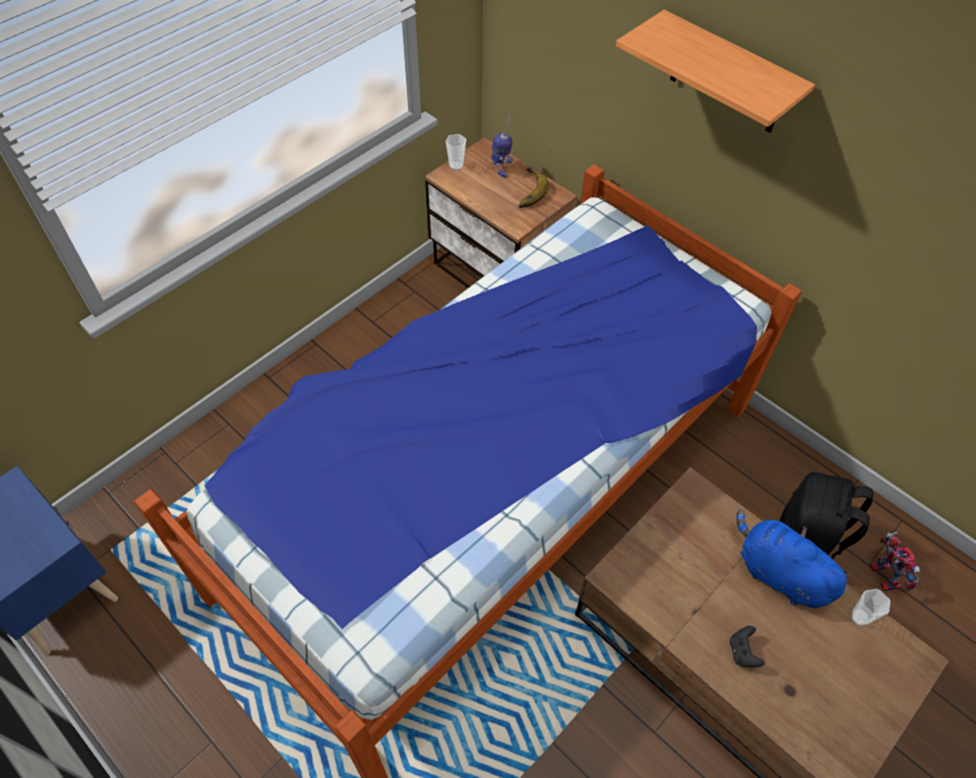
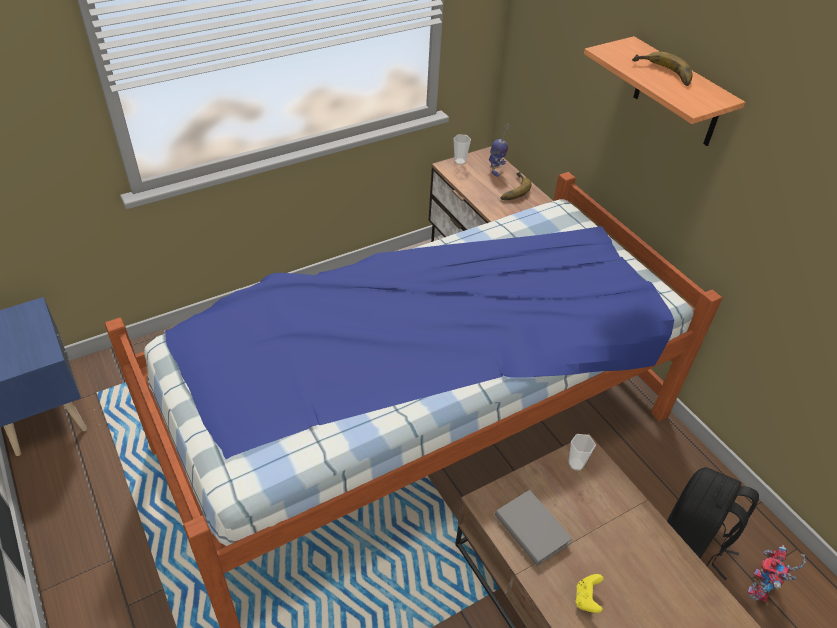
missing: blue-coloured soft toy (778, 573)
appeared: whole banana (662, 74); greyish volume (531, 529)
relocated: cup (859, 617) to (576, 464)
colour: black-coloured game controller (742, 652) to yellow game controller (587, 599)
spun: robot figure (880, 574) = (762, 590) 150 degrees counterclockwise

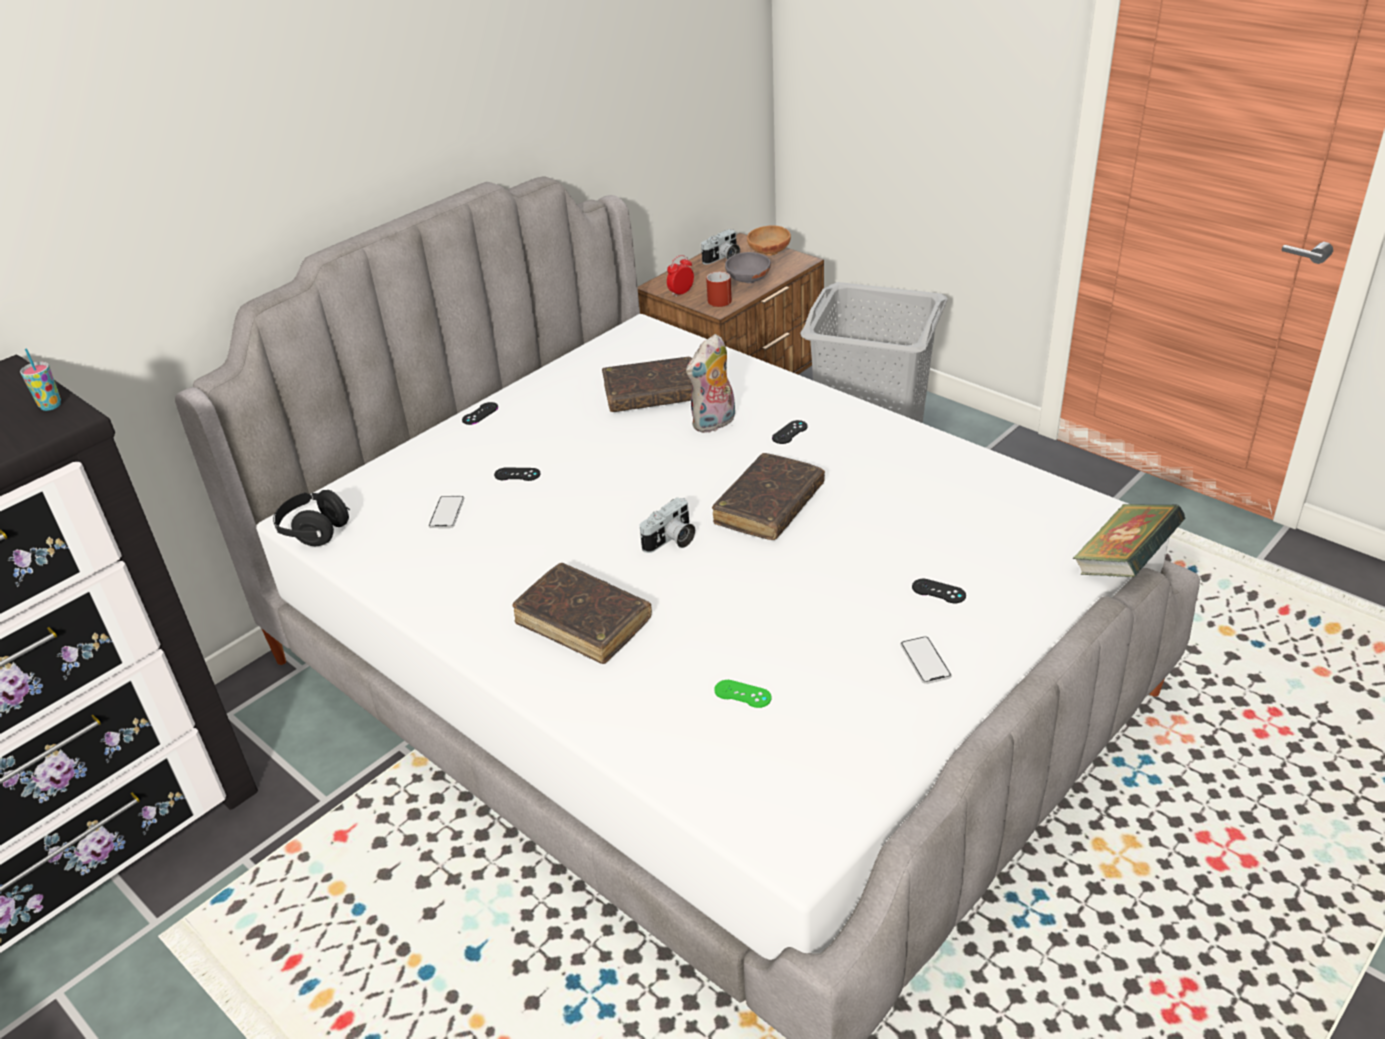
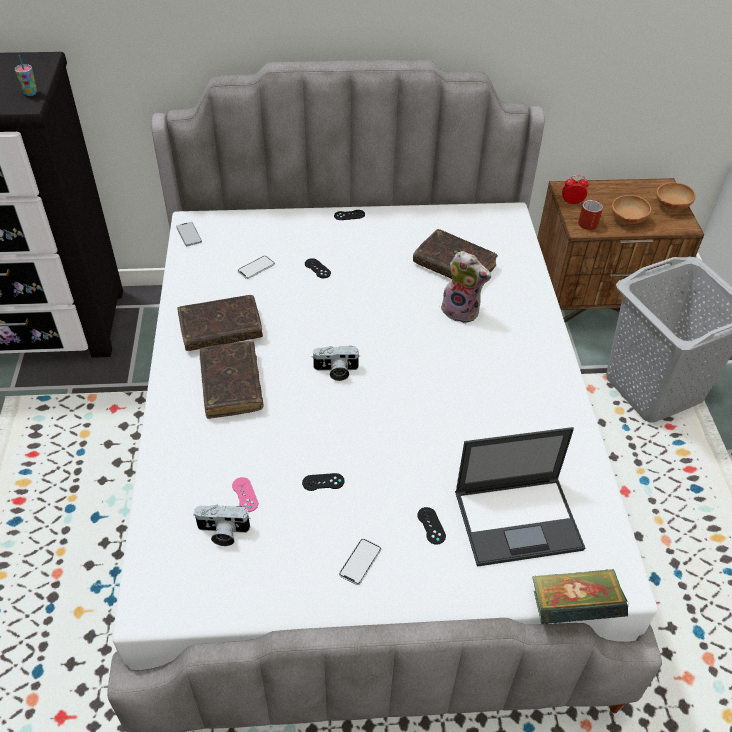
appeared: portable computer (519, 520)
relocated: photo camera (723, 259) to (222, 532); black-coloured game controller (789, 432) to (323, 482); brown-coloured volume (769, 506) to (221, 330)
exchanged: black-coloured headset (314, 531) to phone (189, 235)
colour: greyish bowl (747, 281) to brown-coloured bowl (627, 220); greenish game controller (742, 694) to pink game controller (245, 494)
spun: soft toy (714, 424) = (462, 311) 150 degrees counterclockwise

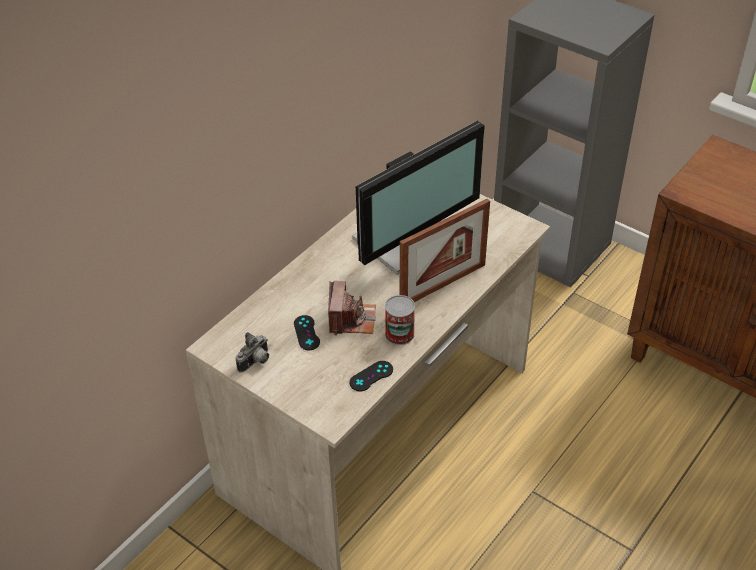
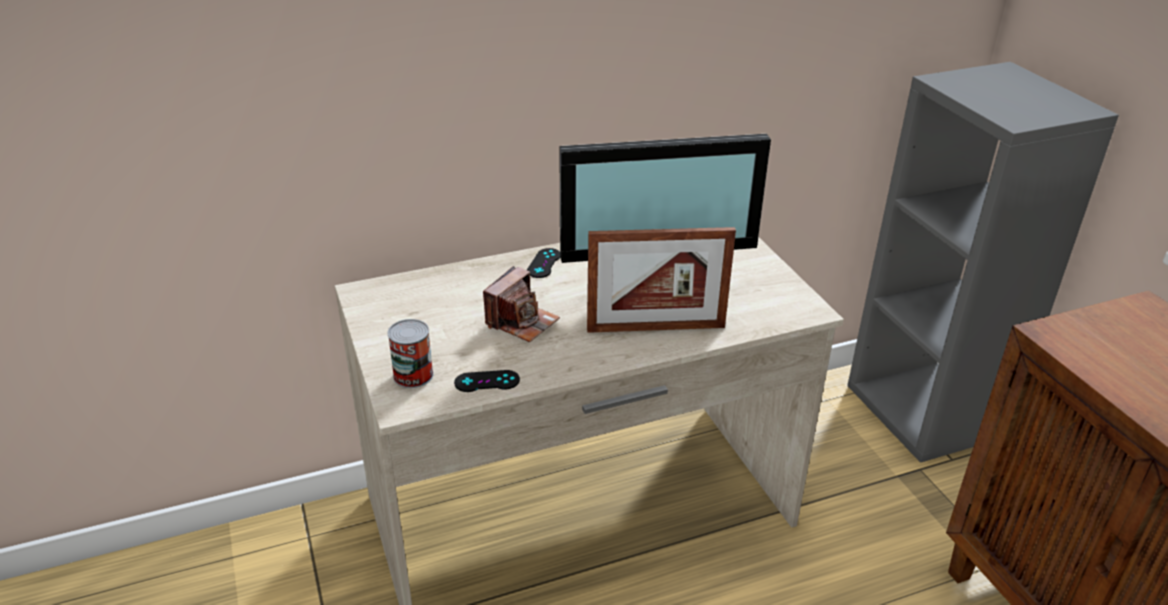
missing: photo camera (256, 362)
relocated: sealed can (399, 334) to (413, 375); black-coloured game controller (306, 333) to (544, 263)

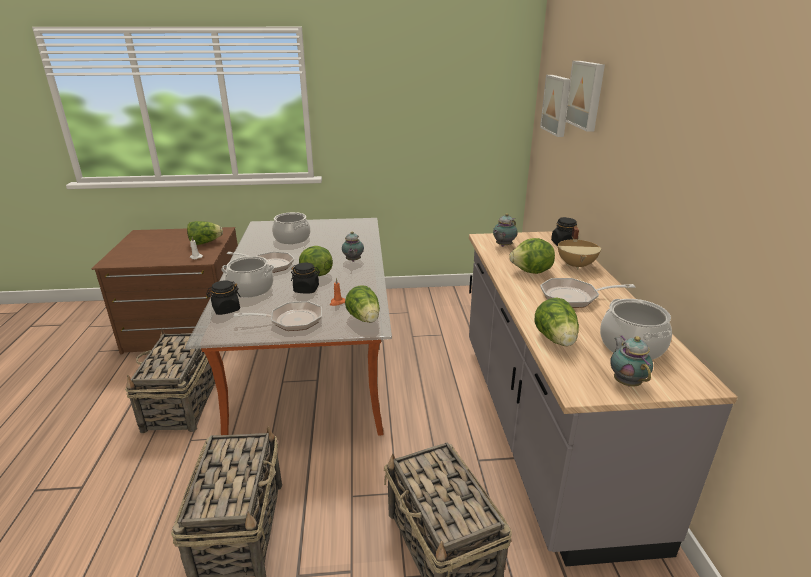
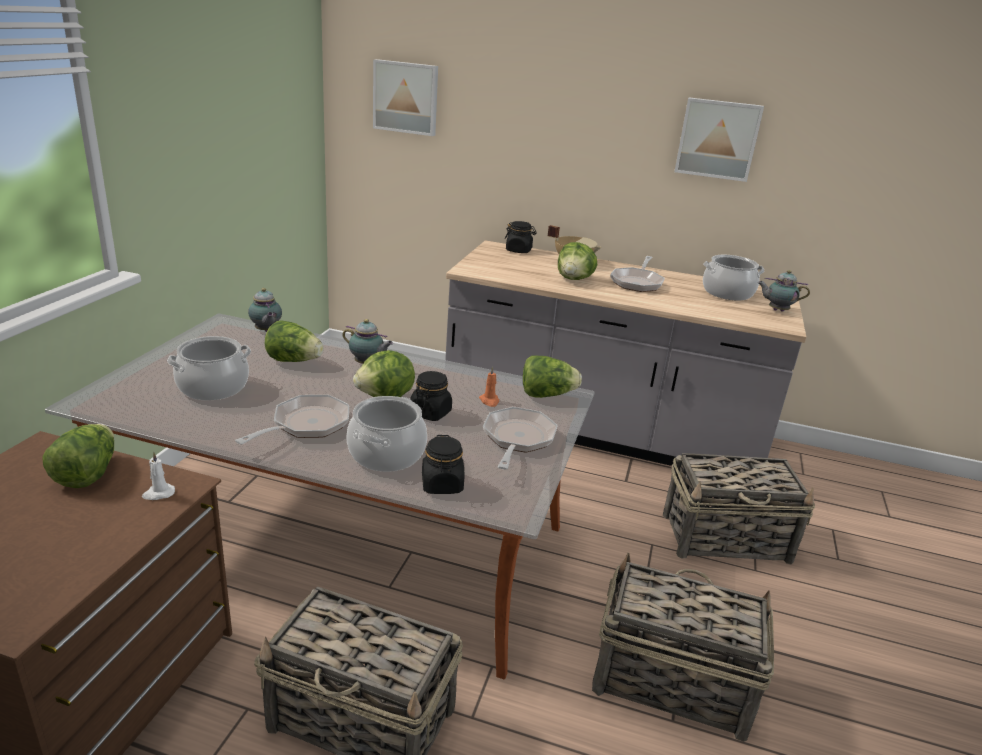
relocated: wall art (586, 95) to (718, 139); teapot (503, 246) to (266, 331); lettuce head (556, 340) to (294, 361)

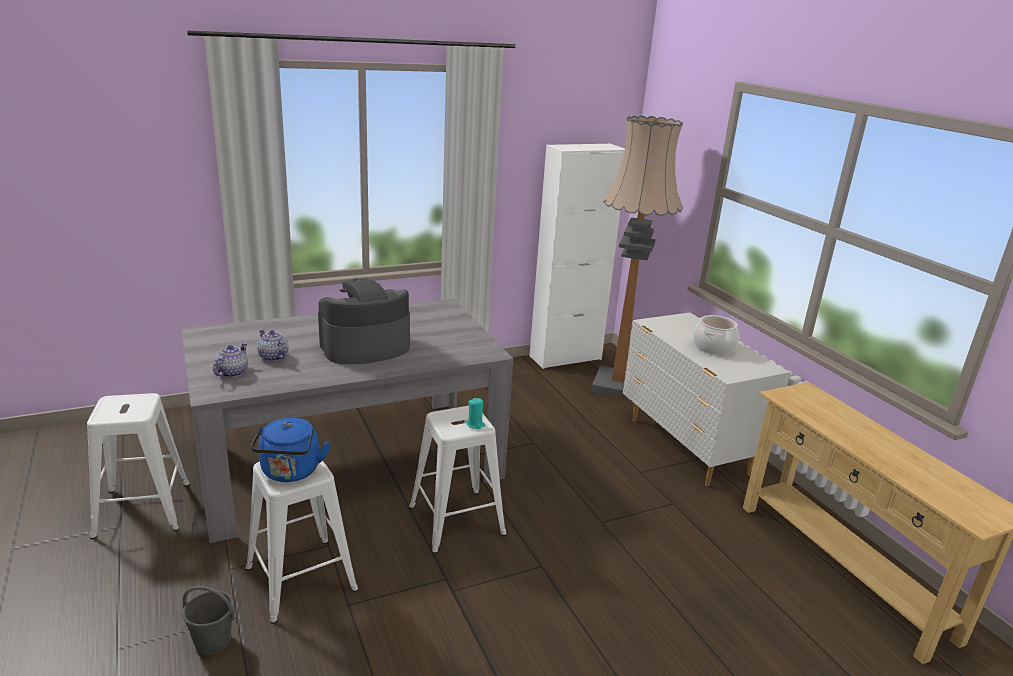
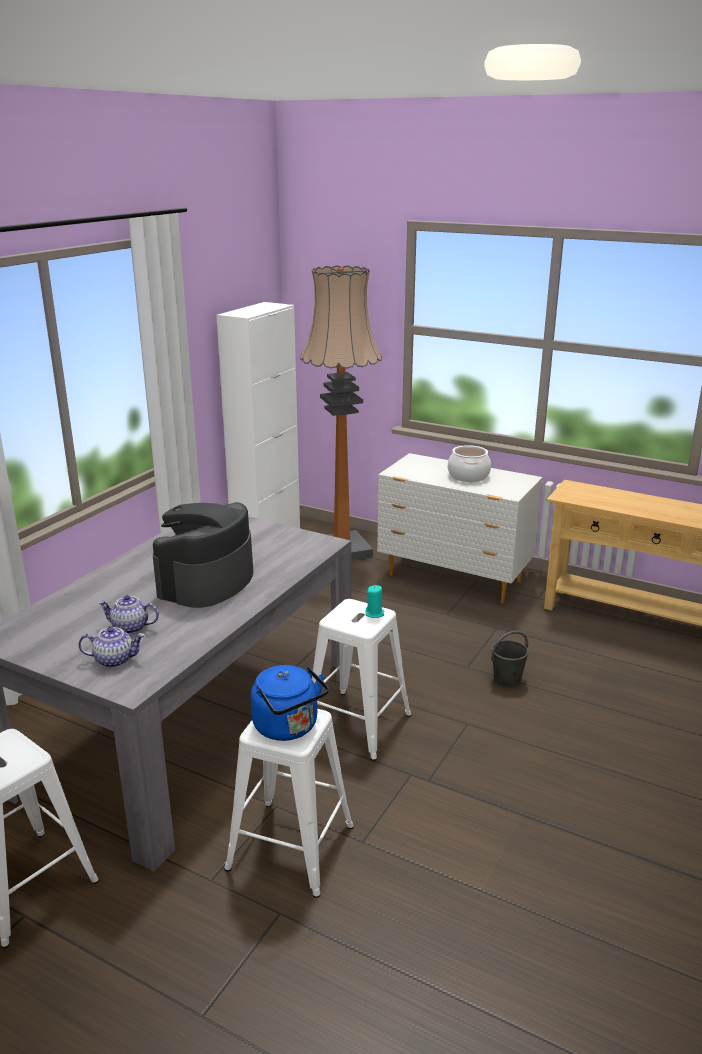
relocated: greyish bucket (213, 642) to (507, 679)
spun: teapot (232, 372) = (115, 660) 105 degrees clockwise

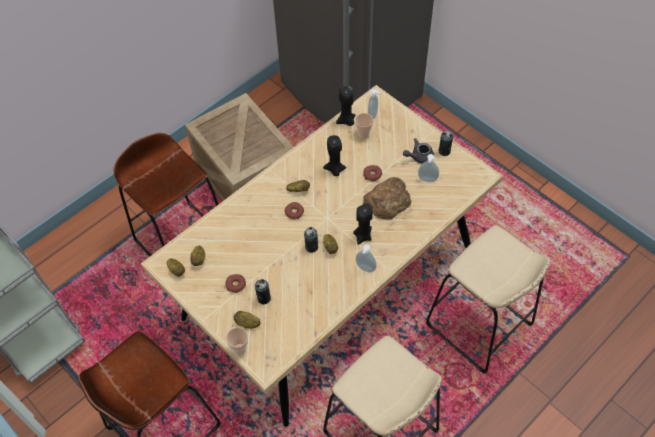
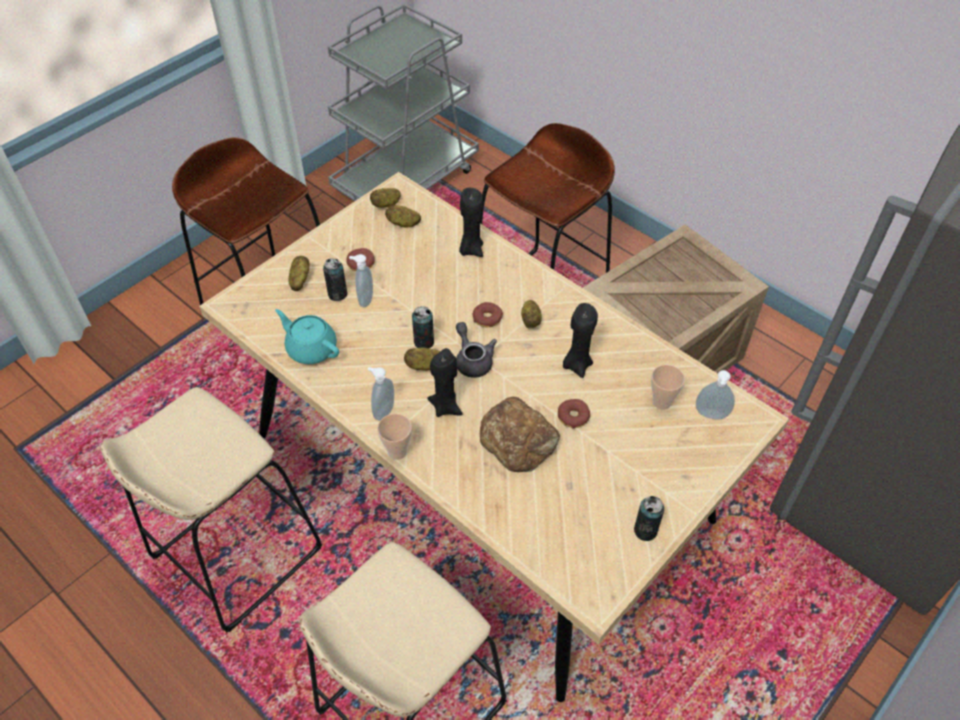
appeared: blue-green teapot (311, 348)
relocated: black-coloured candle (346, 121) to (471, 249); greyish teapot (418, 157) to (472, 360); soap dispenser (427, 180) to (364, 299); cup (240, 349) to (397, 451)

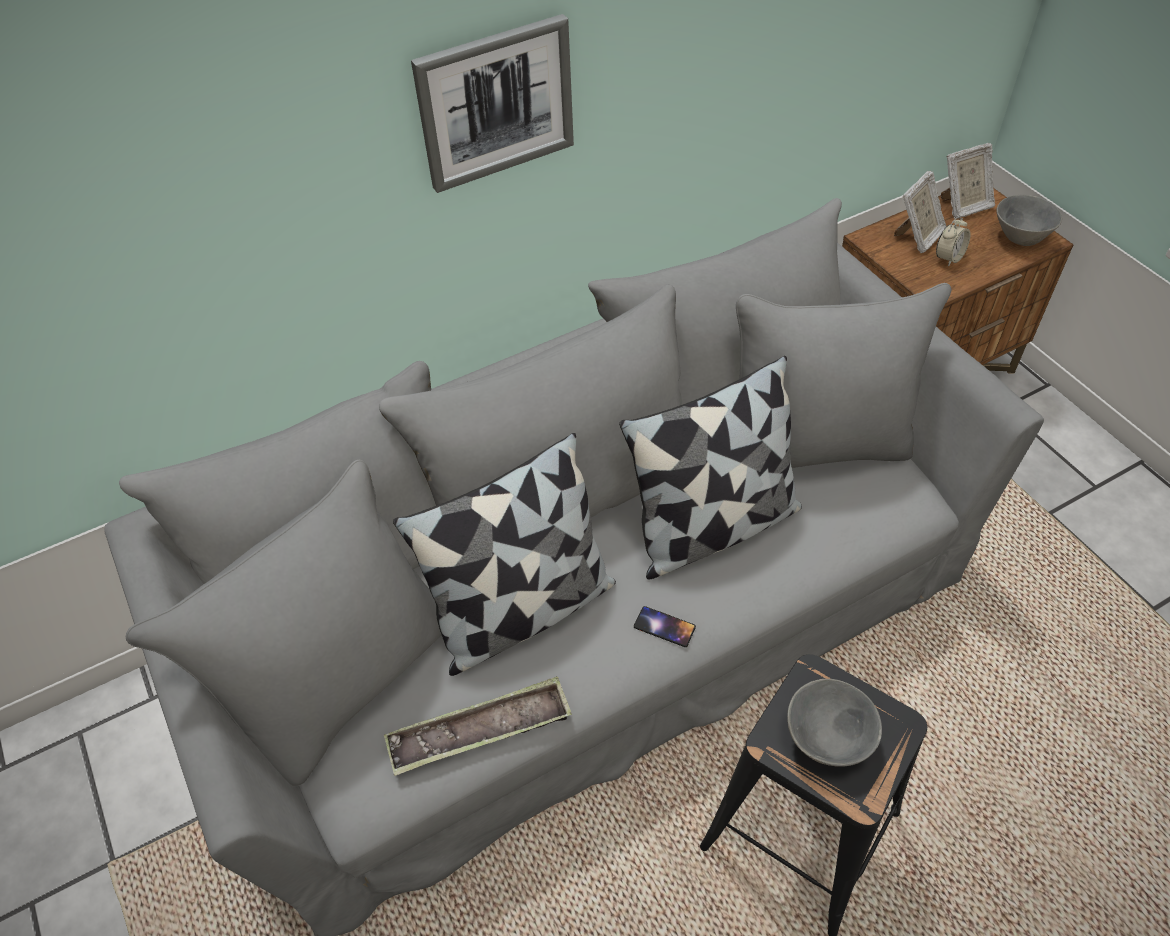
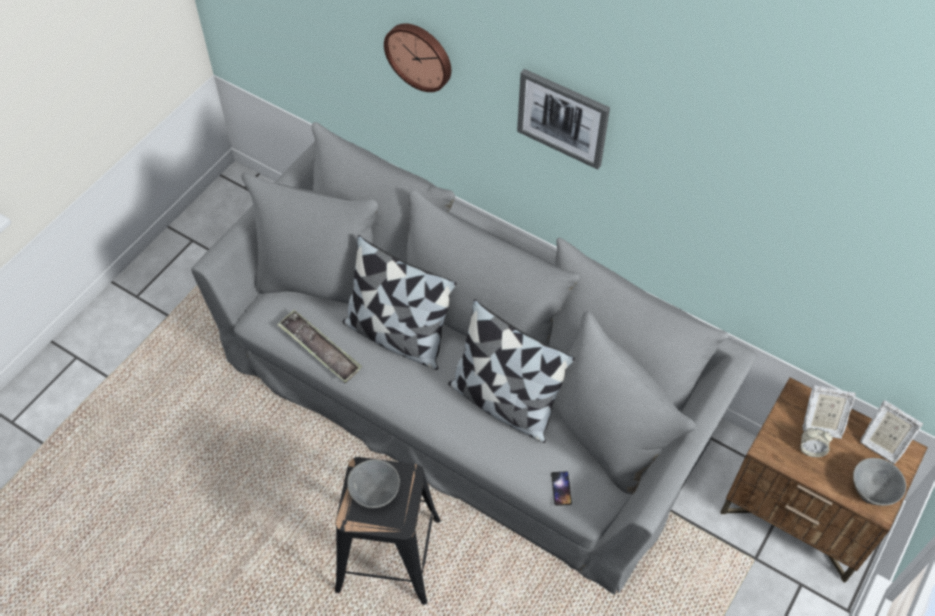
appeared: wall clock (420, 55)
relocated: phone (664, 627) to (561, 488)

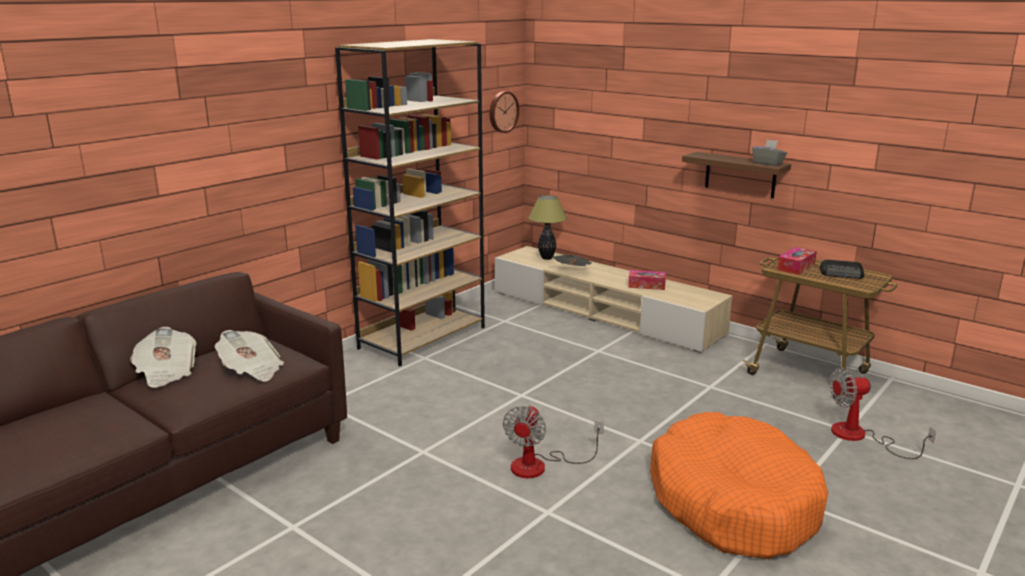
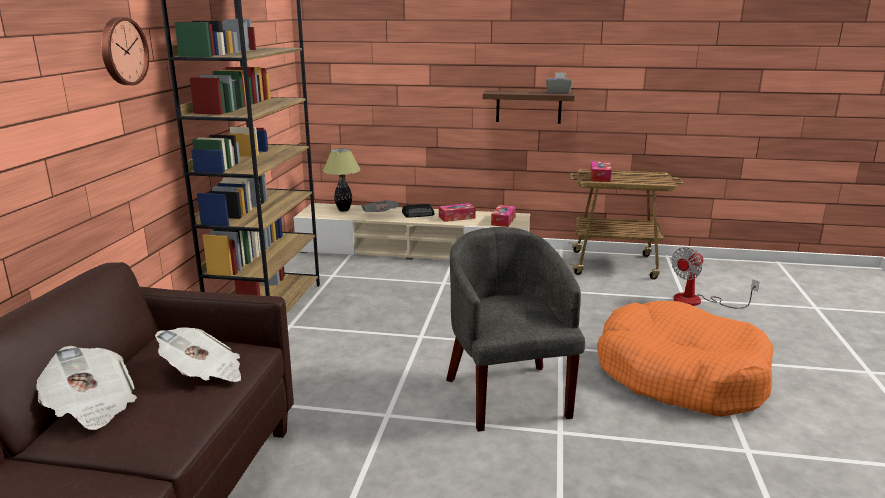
appeared: box of tissues (503, 221)
relocated: wall clock (502, 111) to (122, 51); radio set (842, 274) to (419, 214)
exchanged: cooling fan (540, 466) to greyish armchair (507, 393)

